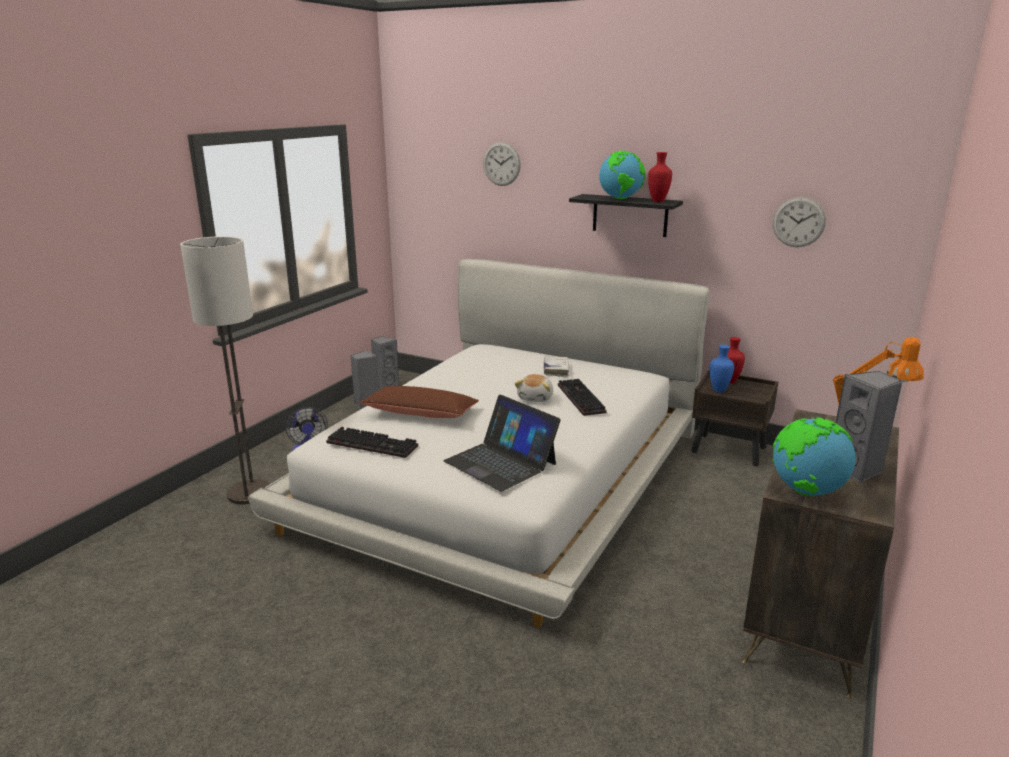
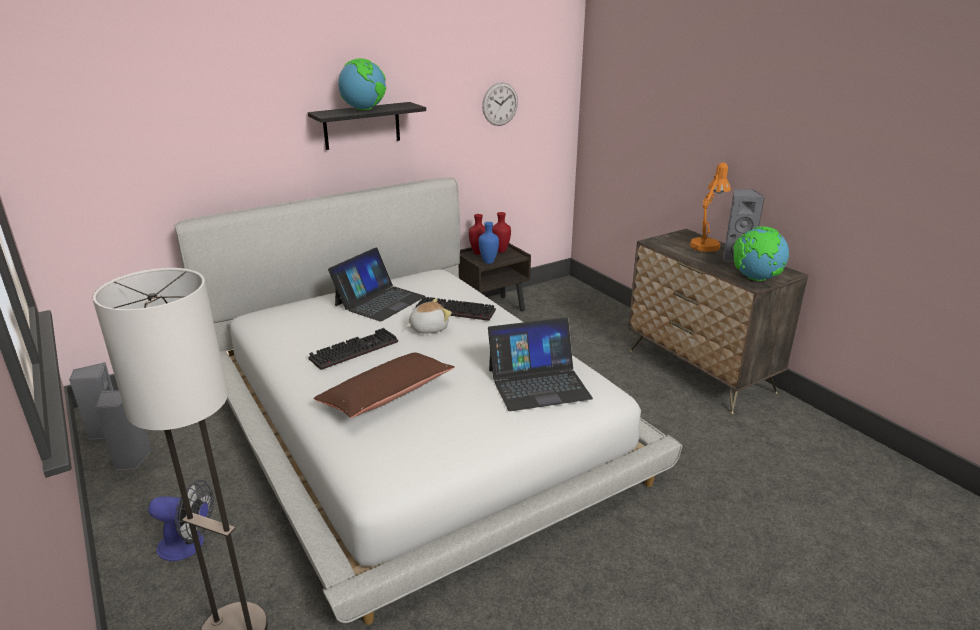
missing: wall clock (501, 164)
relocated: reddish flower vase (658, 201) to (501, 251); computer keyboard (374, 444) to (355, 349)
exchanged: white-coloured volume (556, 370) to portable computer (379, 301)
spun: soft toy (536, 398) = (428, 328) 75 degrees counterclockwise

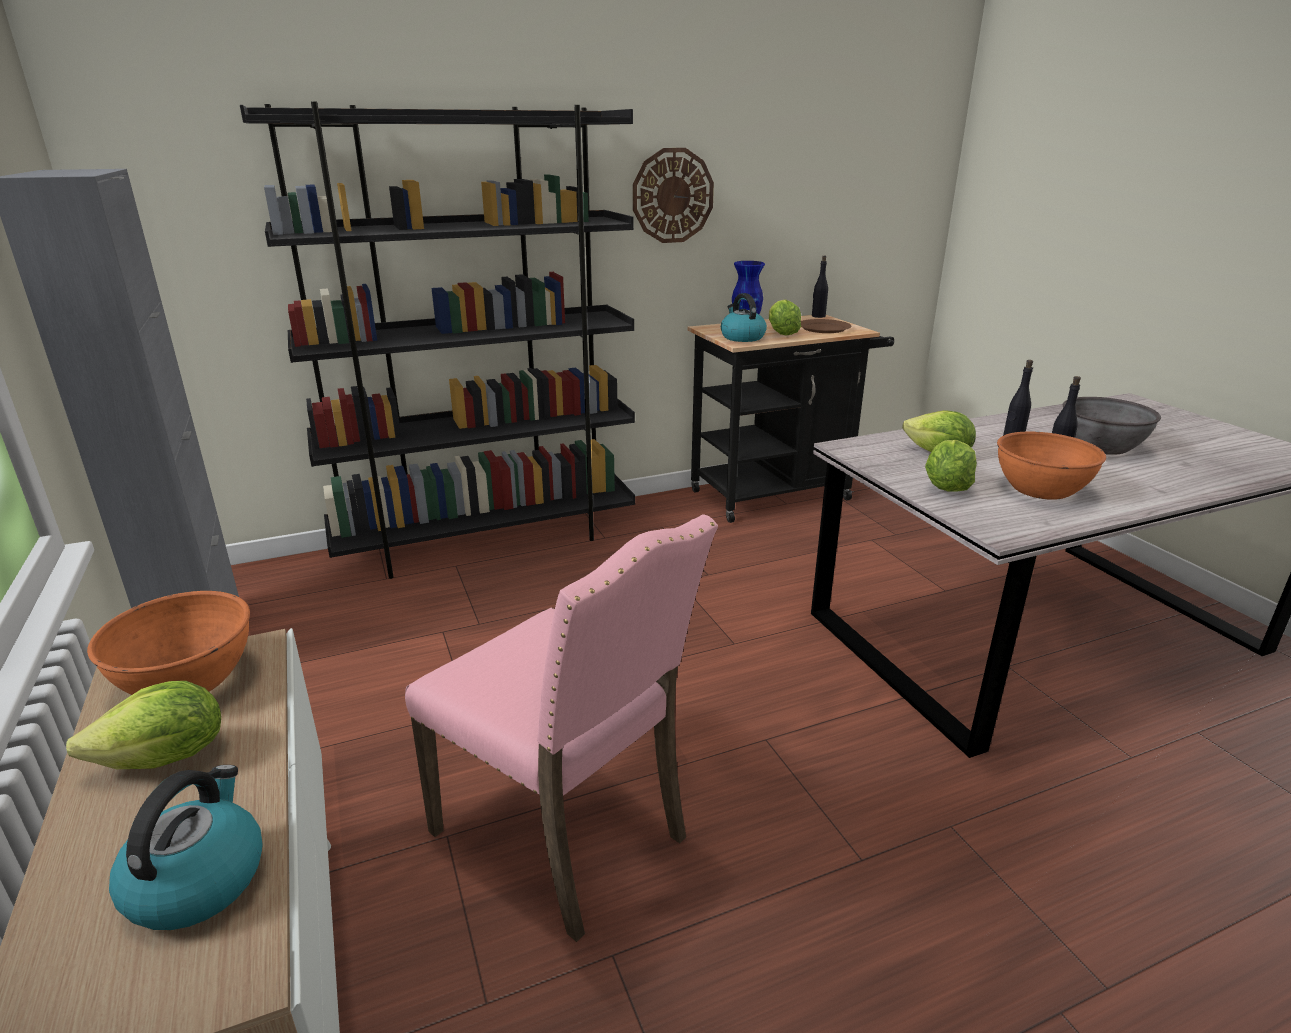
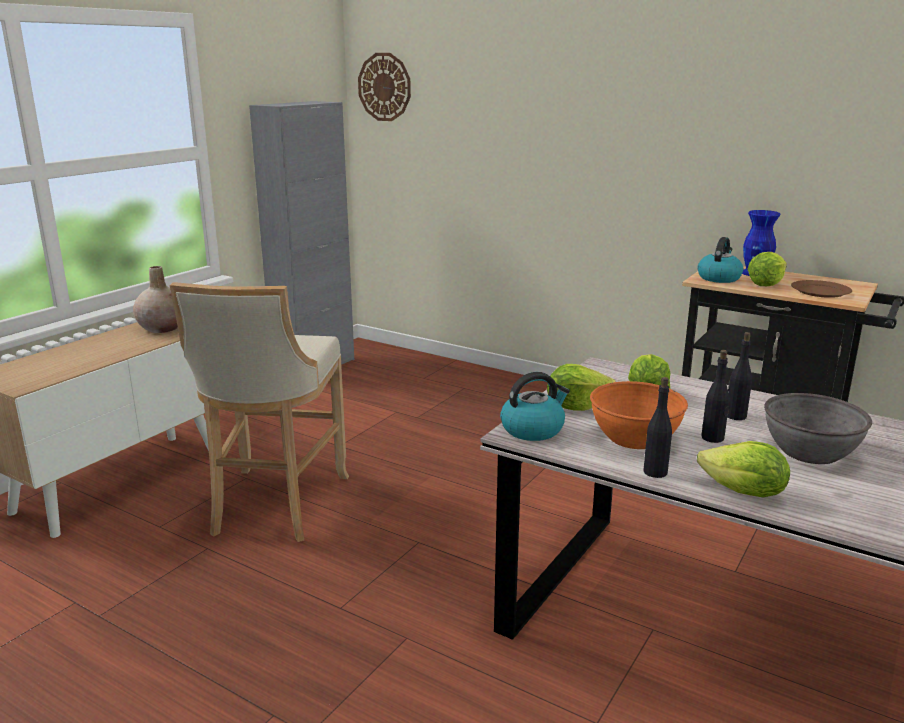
missing: black-coloured bookshelf (488, 540)
relocated: wall clock (672, 196) to (384, 87); black-coloured bottle (818, 316) to (655, 472); lettuce head (166, 759) to (744, 492); tea kettle (198, 880) to (533, 429)
exchanged: pink chair (566, 833) to sand-coloured stool seat (275, 507); orange-coloured bowl (187, 679) to sand-coloured flower vase (163, 328)

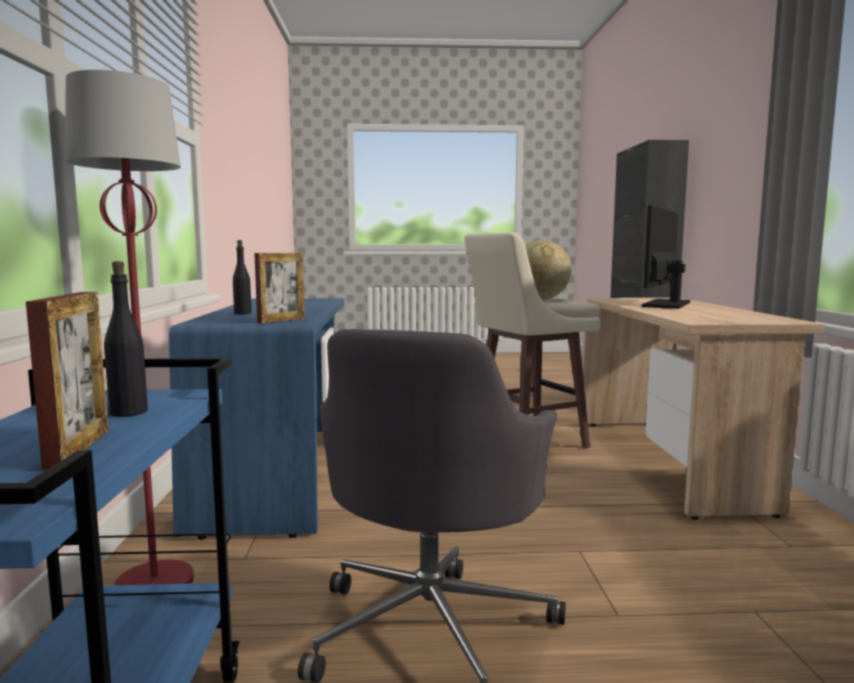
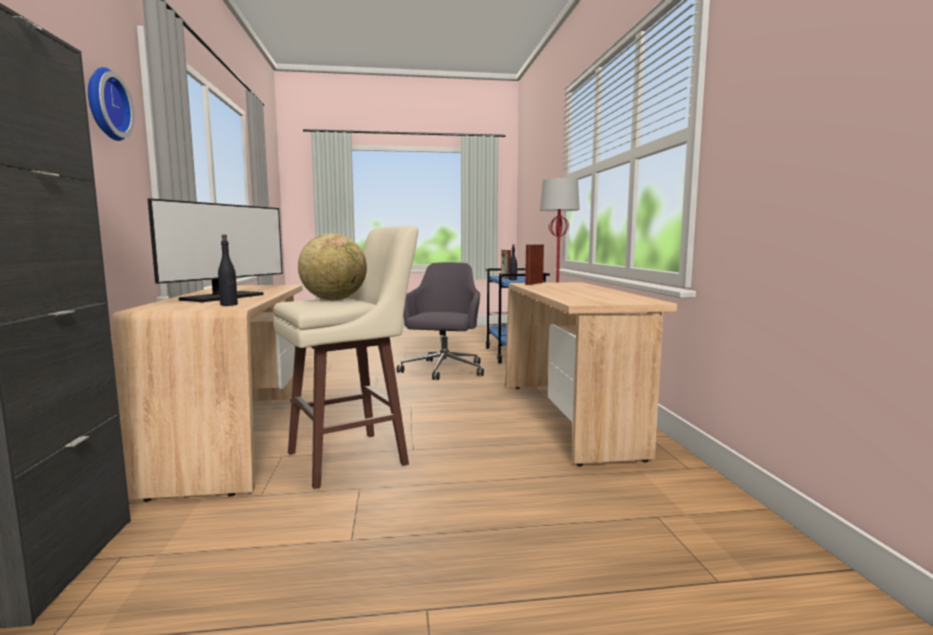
appeared: wall clock (104, 104)
relocated: black-coloured bottle (242, 313) to (229, 305)
colour: blue-coloured desk table (280, 473) to sand-coloured desk table (569, 418)

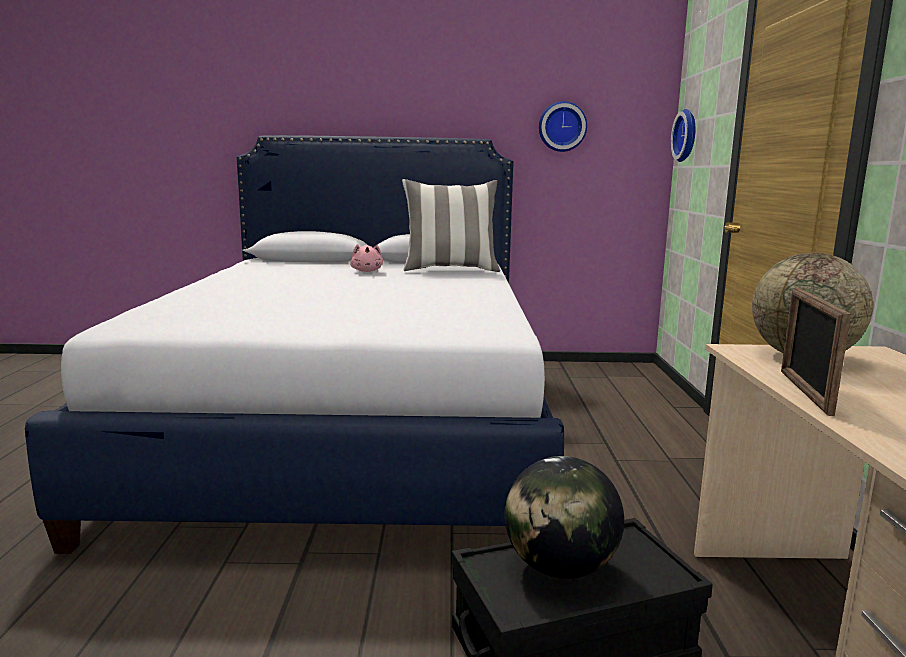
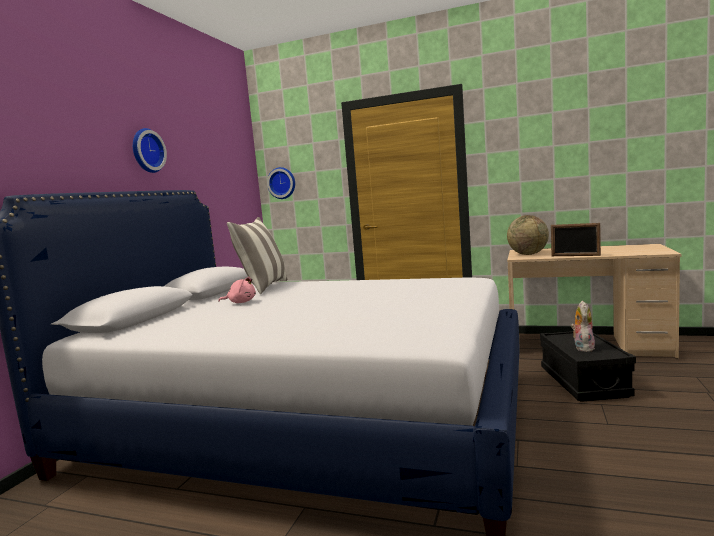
relocated: wall clock (562, 127) to (146, 151)
exchanged: desk globe (560, 568) to soft toy (582, 347)

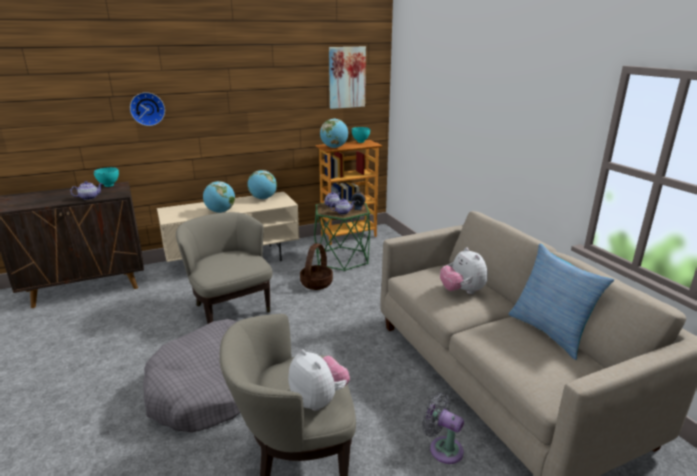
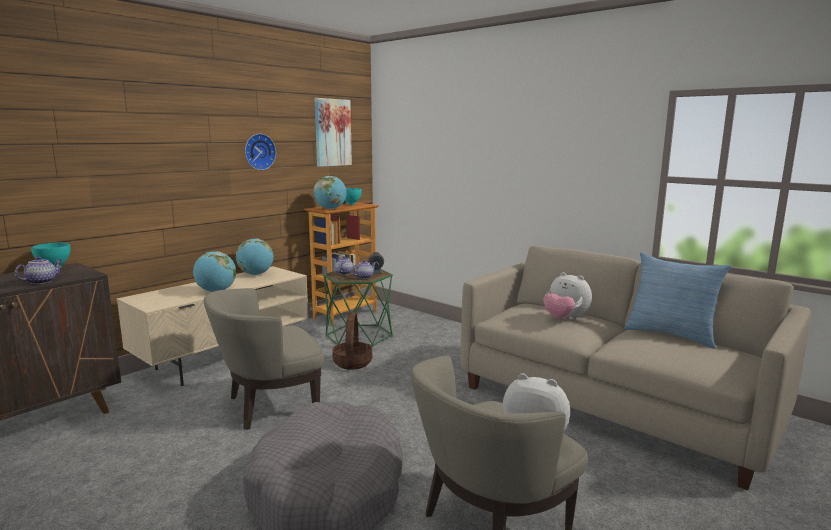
missing: greyish cooling fan (443, 448)
relocated: wall clock (147, 109) to (259, 152)
spun: sand-coloured armchair (230, 307) = (269, 406) 60 degrees counterclockwise

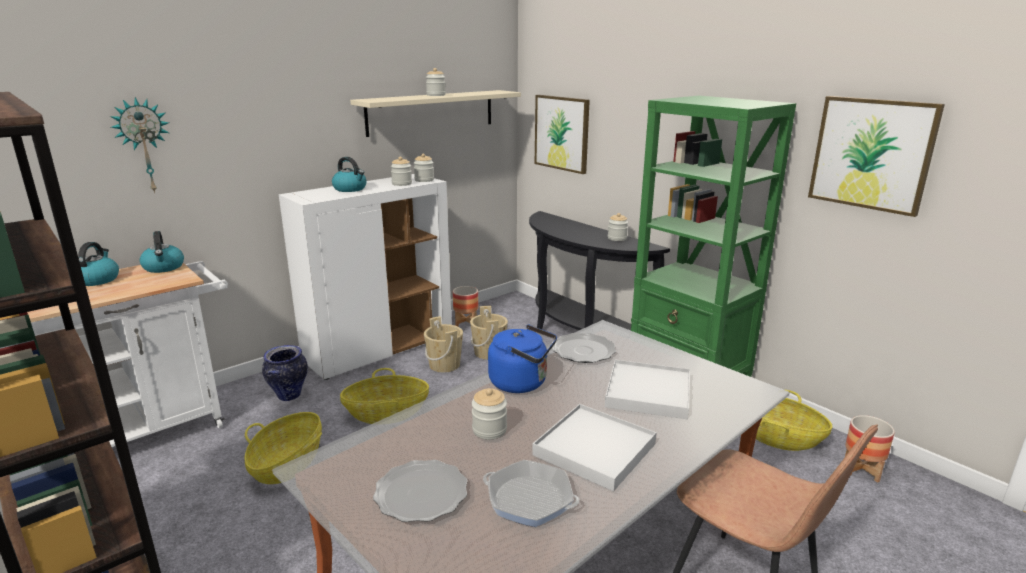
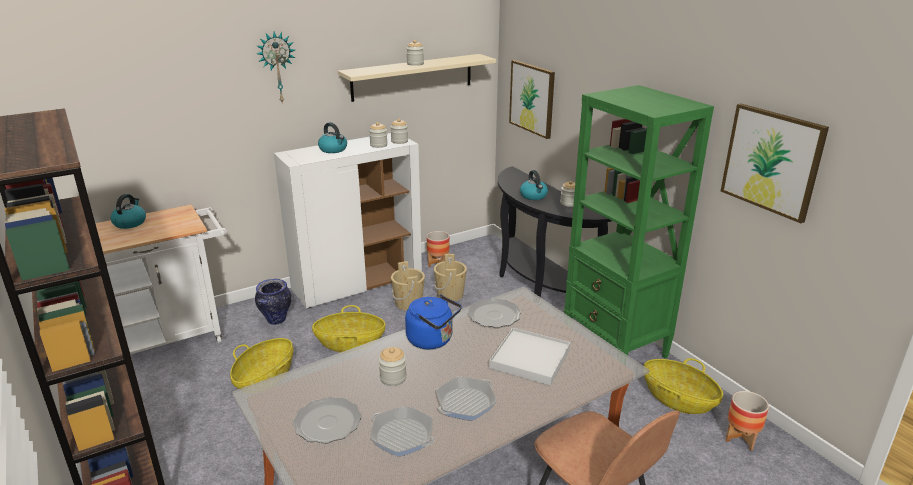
relocated: wall clock (144, 146) to (277, 67); tea kettle (164, 267) to (534, 196)
exchanged: white-coloured serving tray (594, 450) to skillet (466, 403)

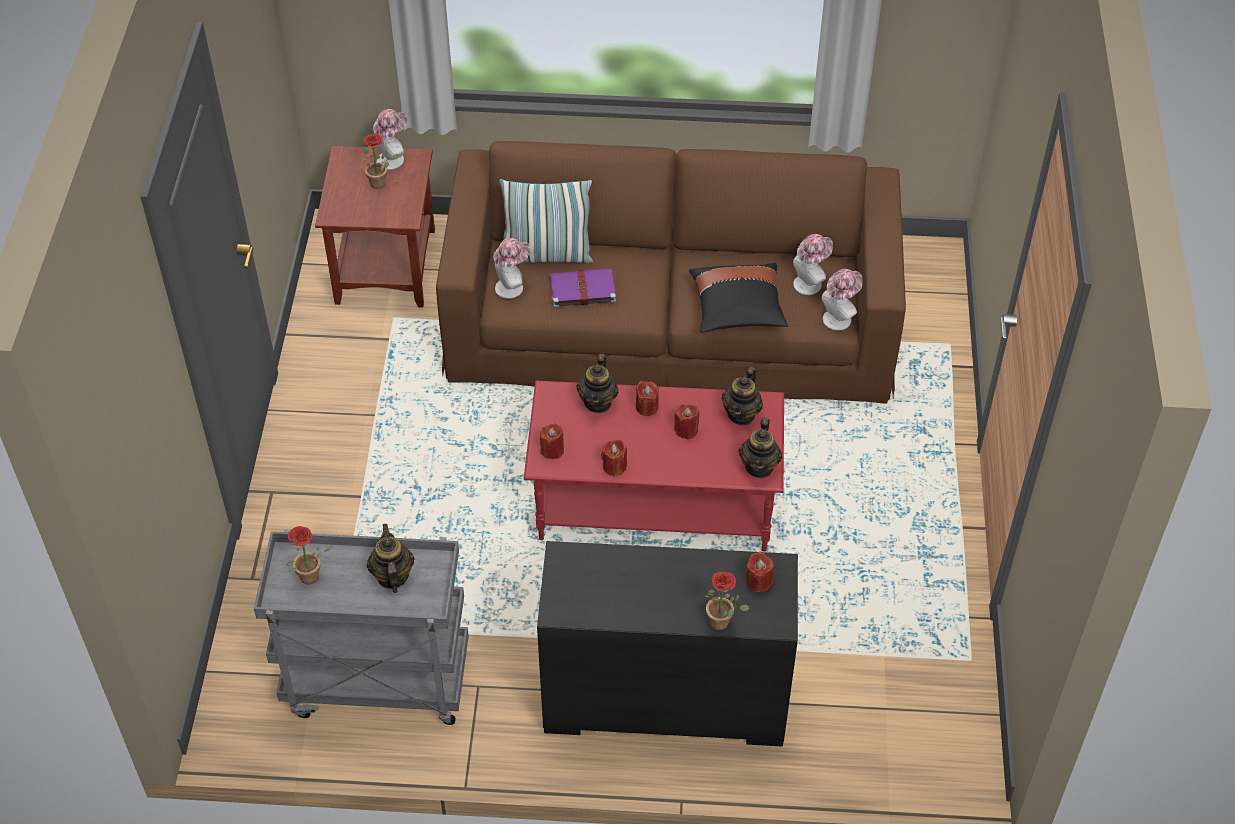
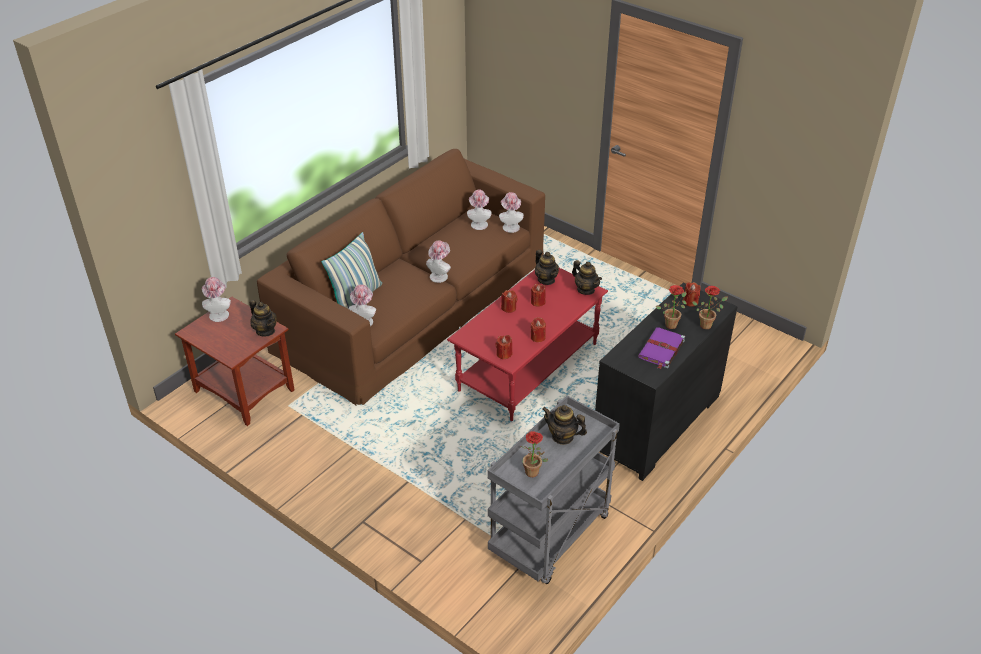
missing: black-coloured pillow (737, 310)
appeared: hat (440, 275)
relocated: potted plant (381, 183) to (671, 323); purple volume (581, 289) to (661, 349); teapot (598, 402) to (265, 331)

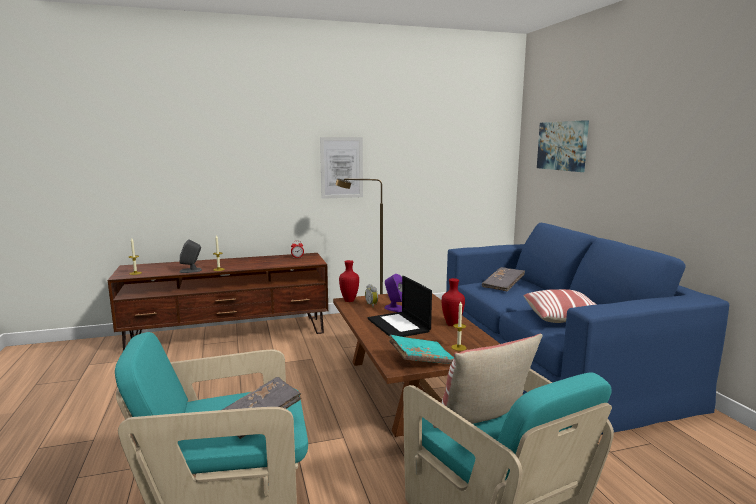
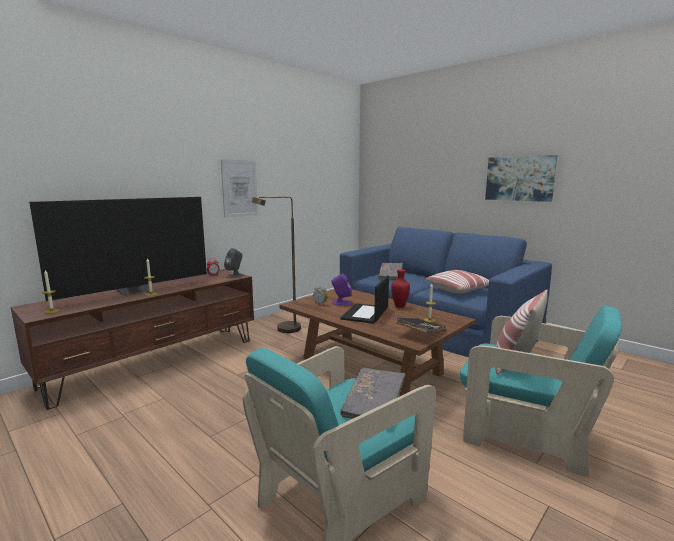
missing: reddish flower vase (350, 300)
appeared: TV (135, 290)
relocated: wall art (562, 146) to (519, 178); greyish loudspeaker (191, 270) to (234, 276)
colour: blue-green volume (420, 360) to black-coloured volume (420, 333)
spun: portable computer (399, 325) = (365, 314) 75 degrees clockwise

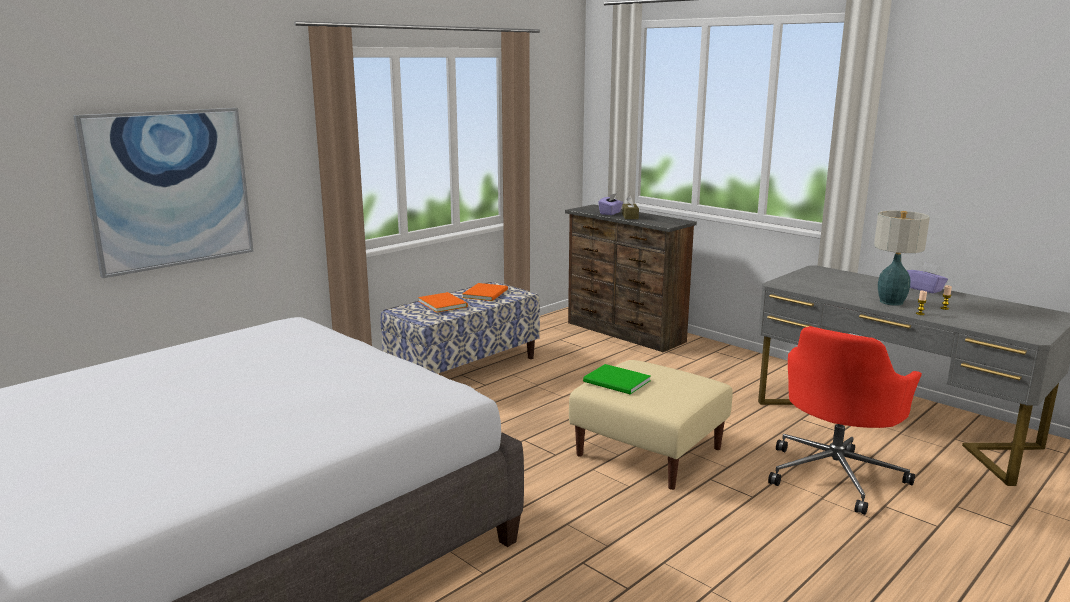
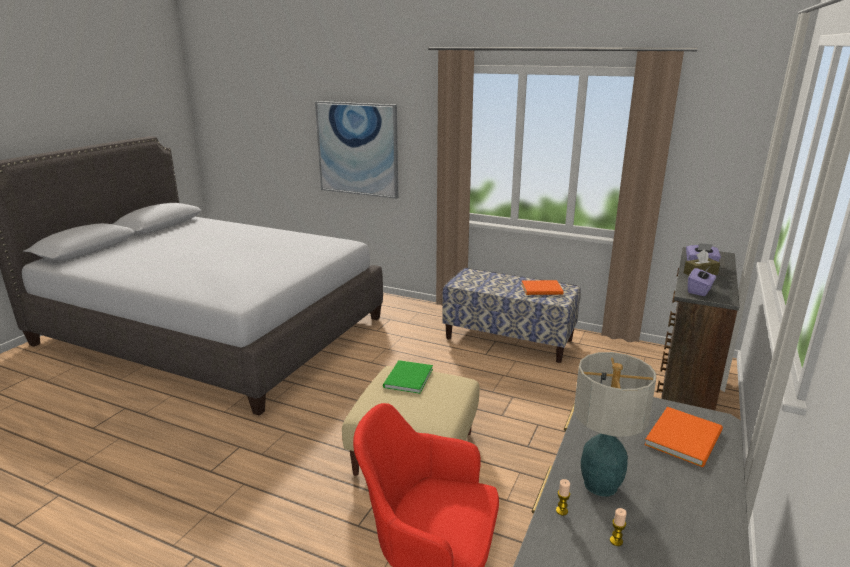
relocated: purple box of tissues (925, 289) to (700, 291); orange-coloured volume (443, 303) to (686, 437)

